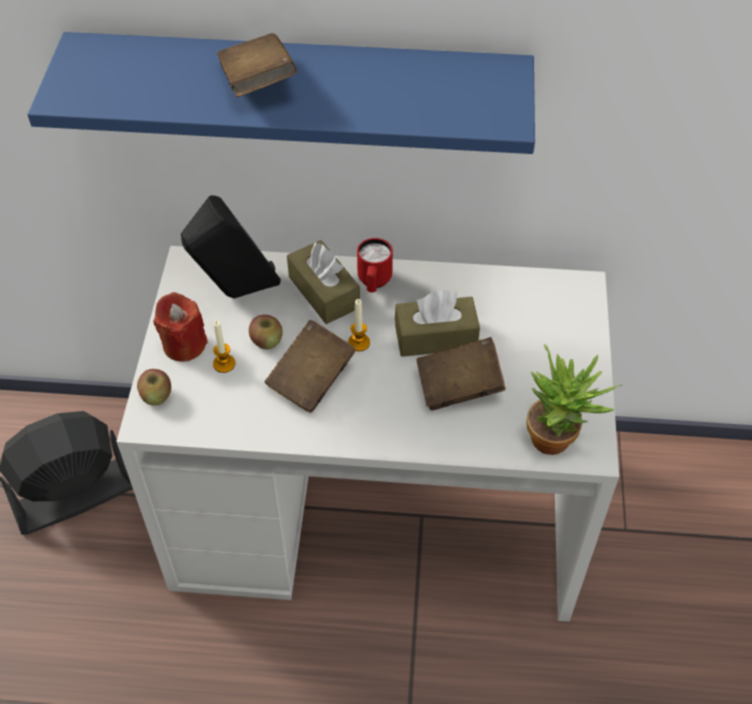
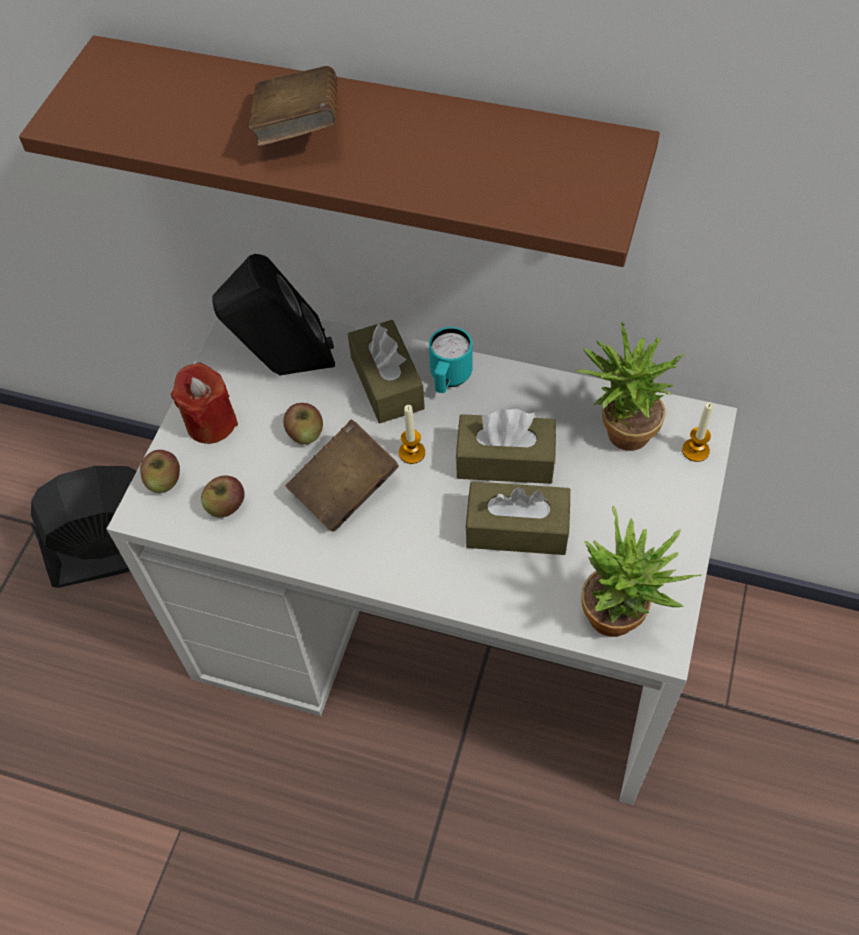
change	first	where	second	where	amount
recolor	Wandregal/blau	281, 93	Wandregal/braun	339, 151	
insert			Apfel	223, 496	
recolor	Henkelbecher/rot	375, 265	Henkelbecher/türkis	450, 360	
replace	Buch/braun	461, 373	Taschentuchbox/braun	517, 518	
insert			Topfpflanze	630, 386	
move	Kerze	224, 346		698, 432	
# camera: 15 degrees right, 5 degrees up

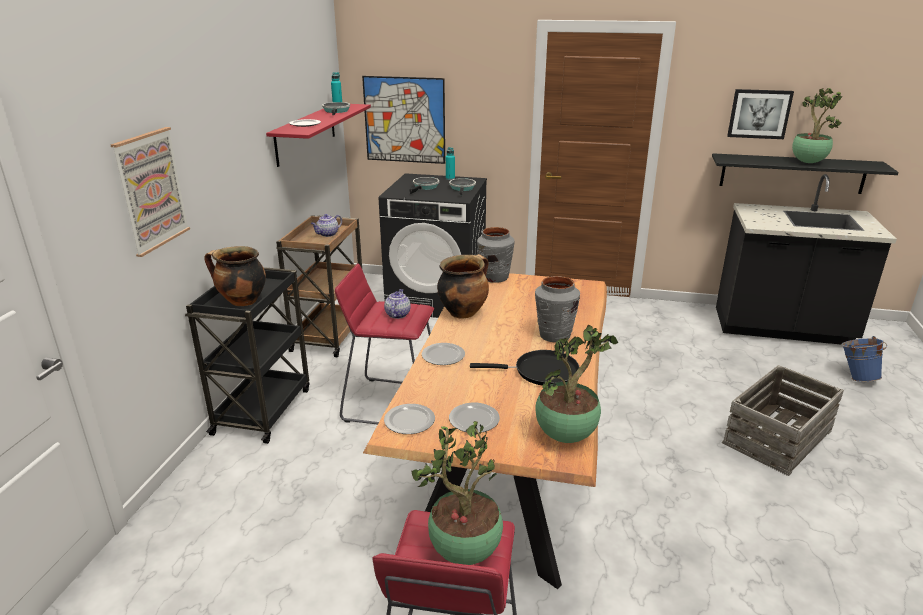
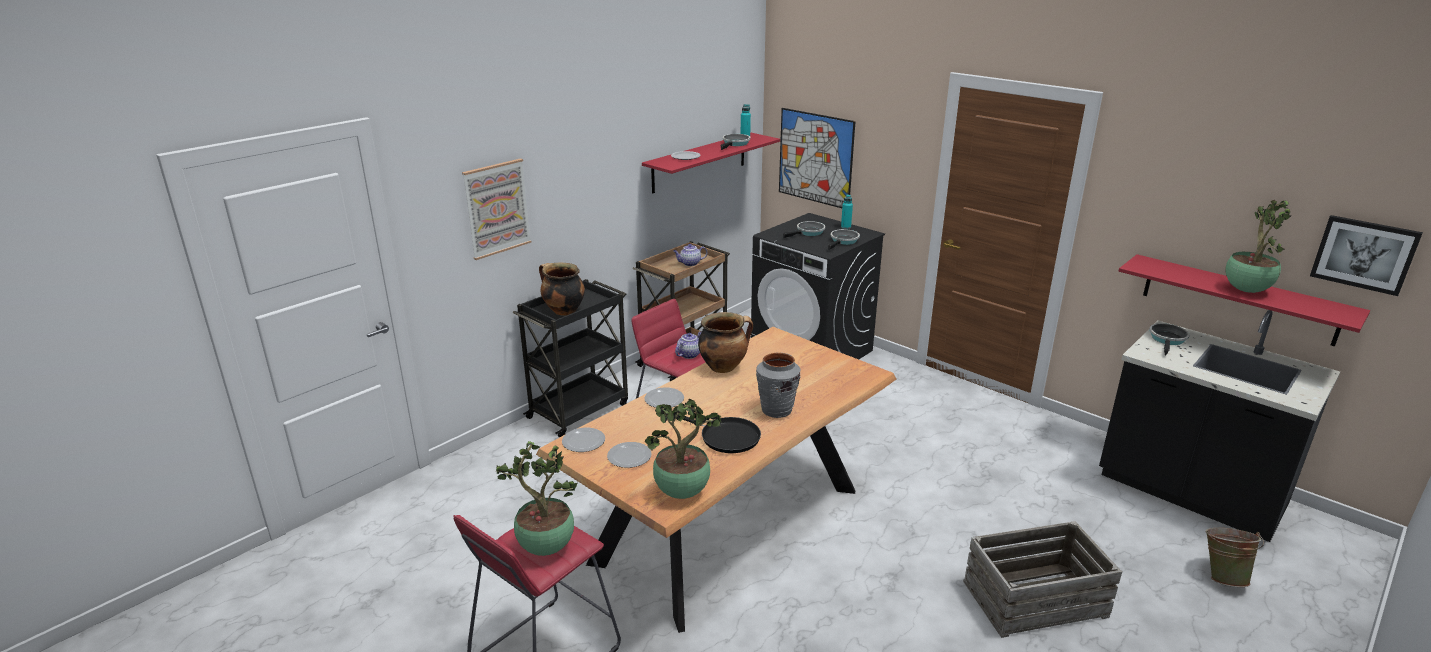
change	first	where	second	where	amount
recolor	Wandregal/schwarz	805, 173	Wandregal/rot	1244, 300	
insert			Pfanne	1169, 339	
recolor	Eimer/blau	864, 359	Eimer/grün	1234, 557	
move	Bild	760, 114		1366, 255	
delete	Vase/grau	496, 255			
# camera: 30 degrees right, 0 degrees up

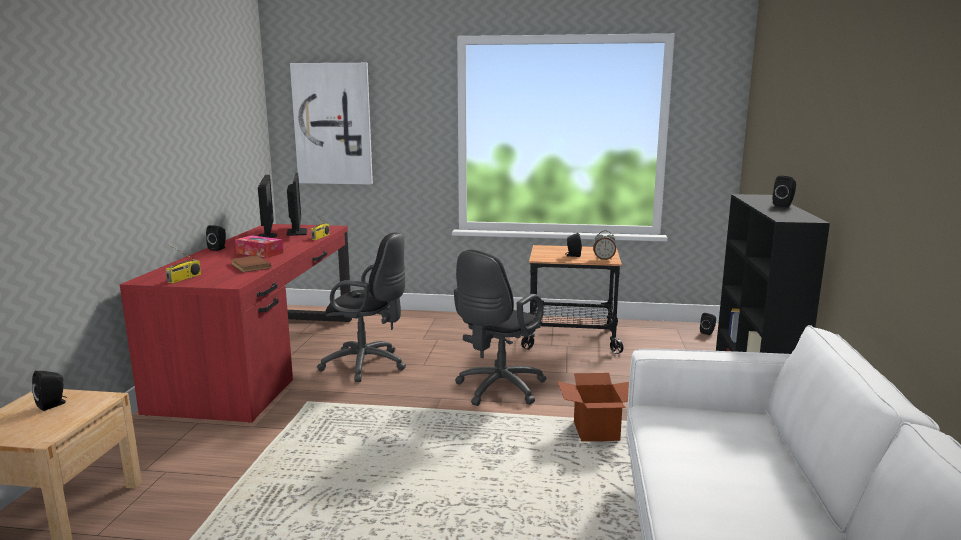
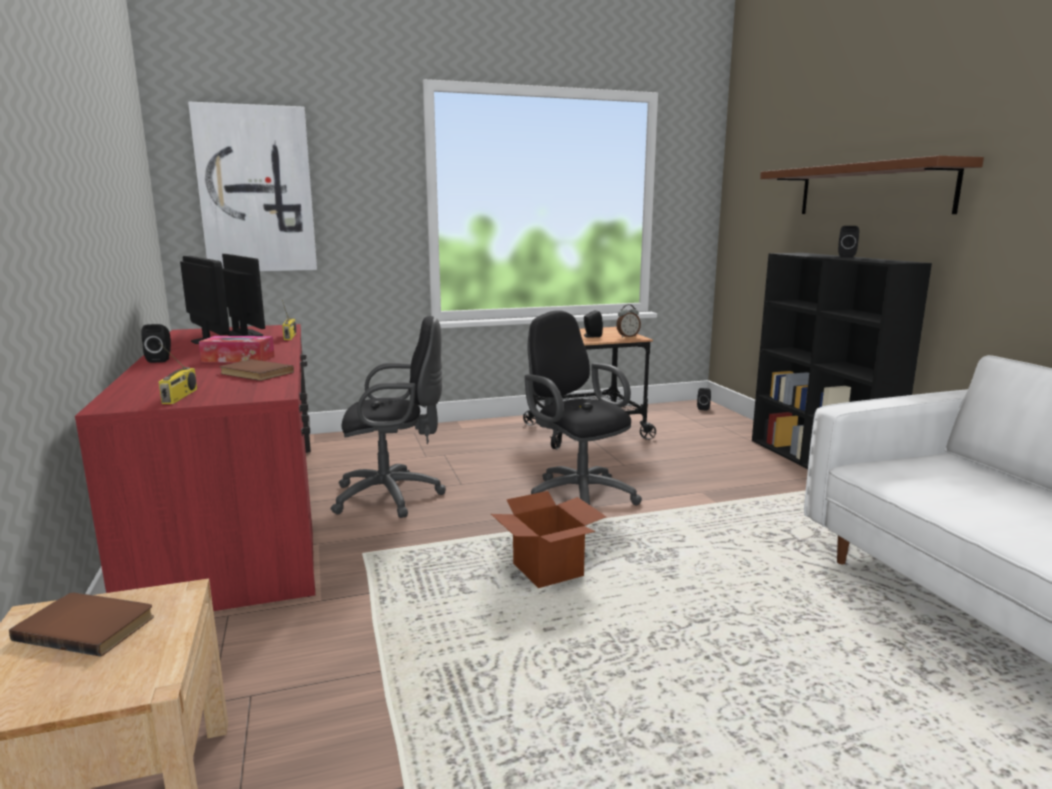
change	first	where	second	where	amount
replace	Lautsprecher/schwarz	49, 391	Buch/braun	81, 625	
move	Karton	593, 407		548, 539	
rotate	Bürostuhl/schwarz	500, 328		583, 407	135 degrees clockwise
insert			Wandregal/braun	872, 185	
# camera: 25 degrees left, 0 degrees up

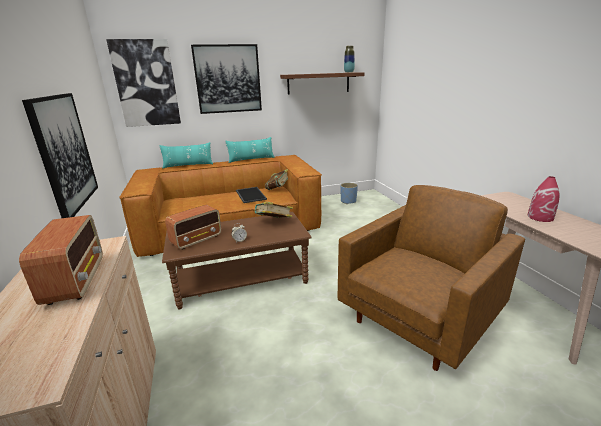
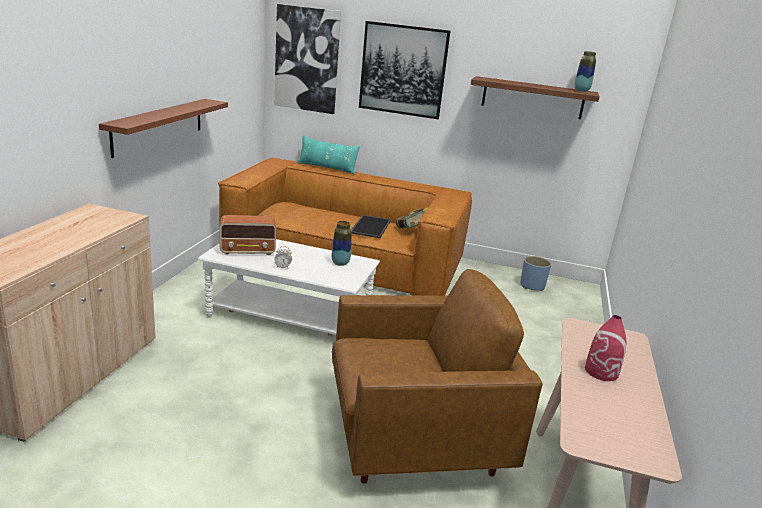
change	first	where	second	where	amount
replace	Bild	60, 155	Wandregal/braun	163, 128	
recolor	Couchtisch/braun	236, 260	Couchtisch/weiß	289, 287	
replace	Buch	273, 210	Vase	342, 243	
delete	Radio	61, 260			
delete	Kissen/türkis	250, 150			
# camera: 30 degrees right, 0 degrees up

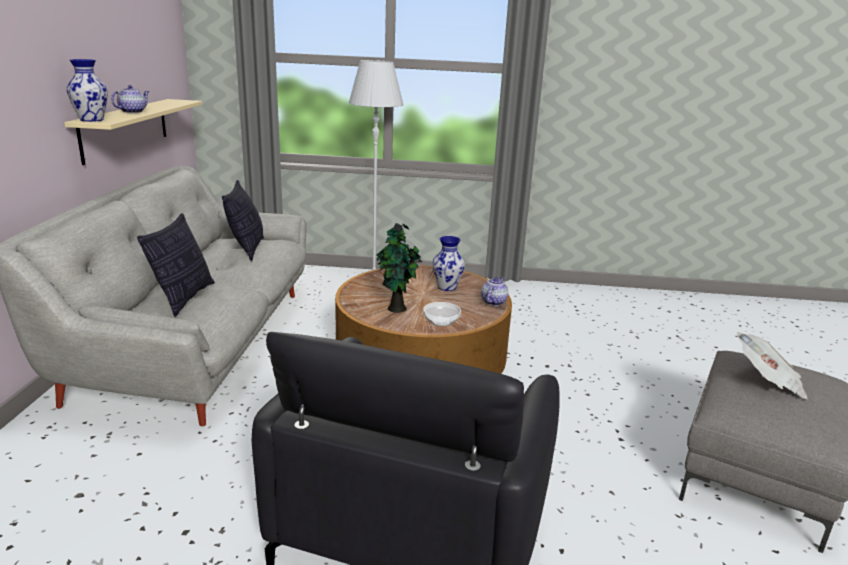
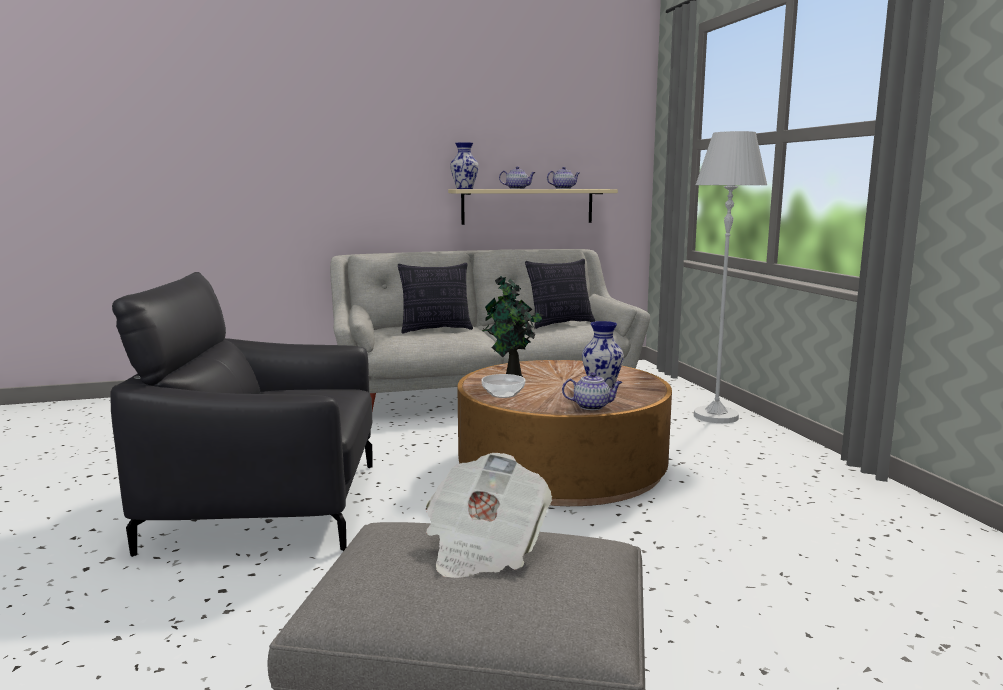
change	first	where	second	where	amount
insert			Teekanne	563, 178	
# camera: 70 degrees right, 10 degrees down

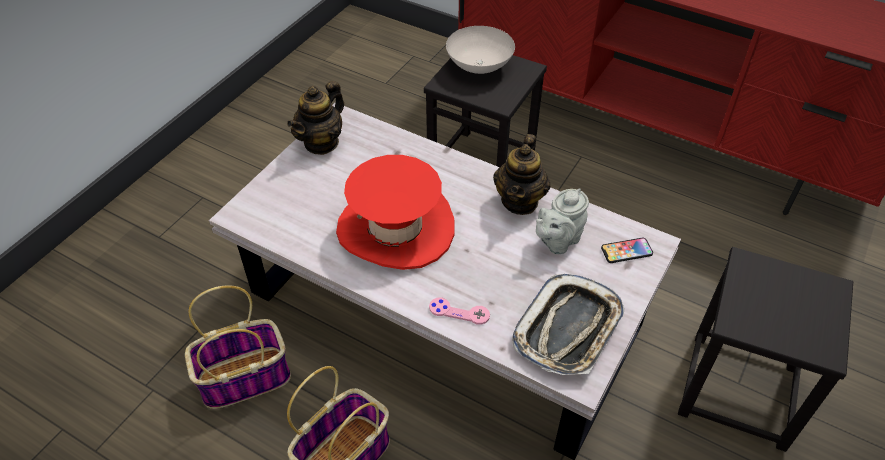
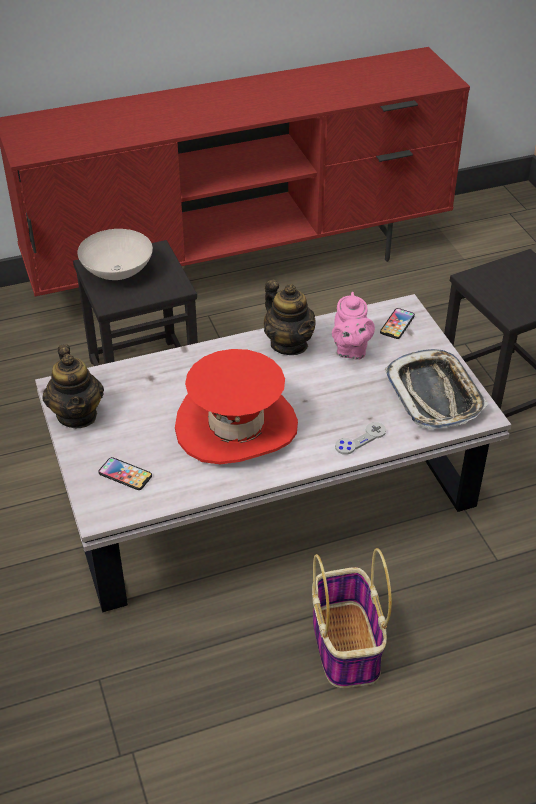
change	first	where	second	where	amount
insert			Handy	125, 473	
recolor	Teekanne/grau	562, 221	Teekanne/rosa	353, 326	
recolor	Gamepad/rosa	459, 311	Gamepad/grau	360, 438	
delete	Korb	238, 347			
# camera: 50 degrees left, 5 degrees down

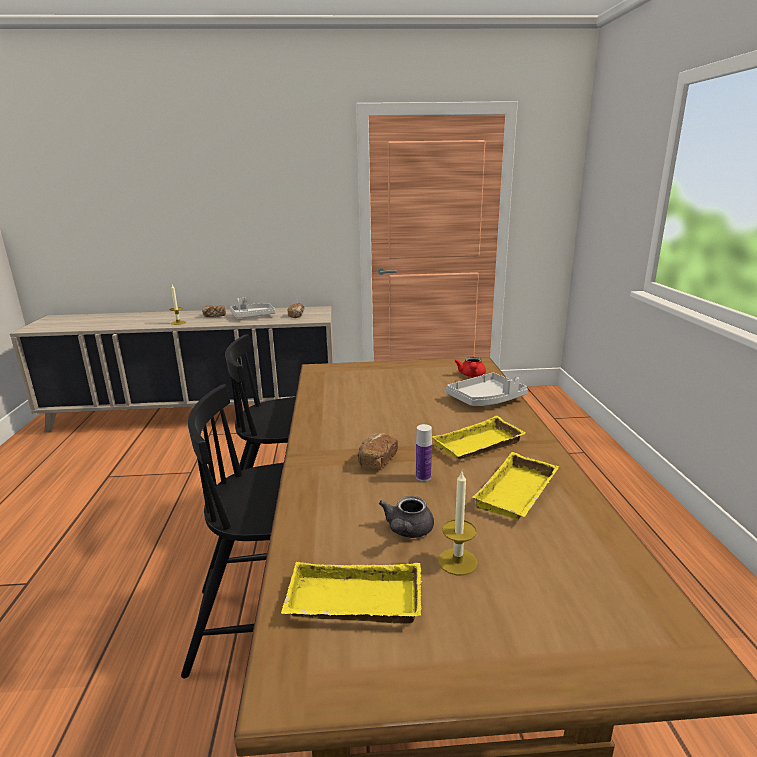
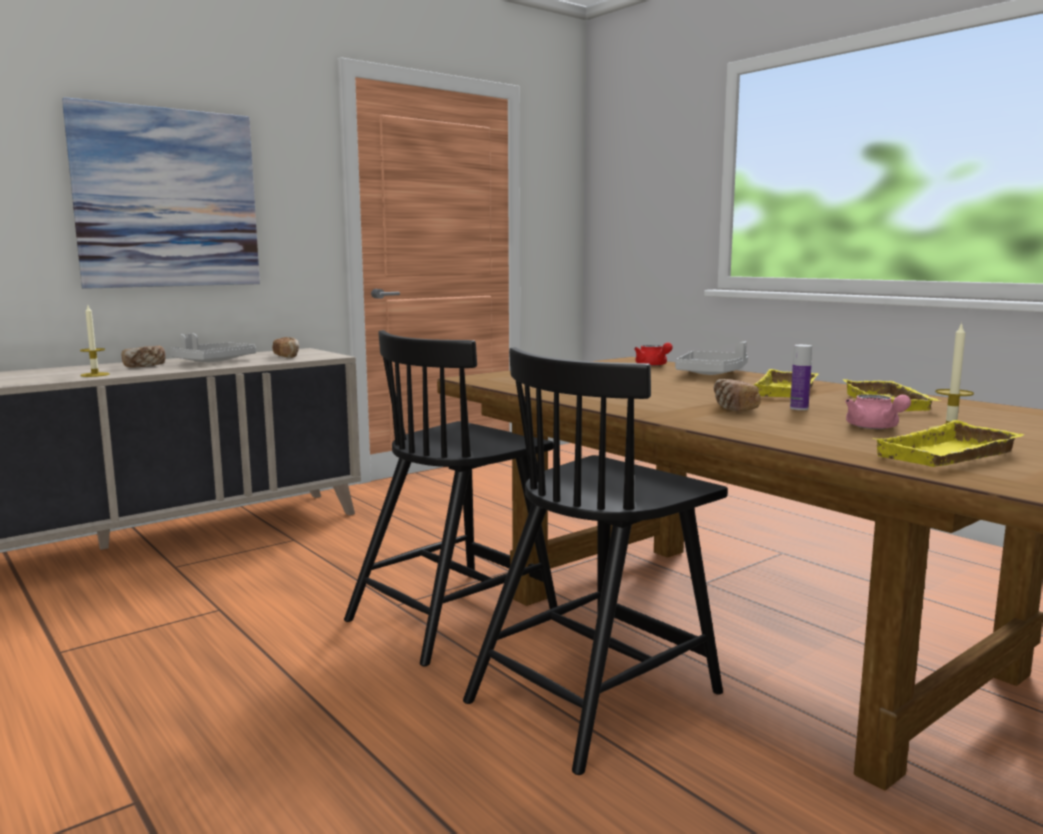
change	first	where	second	where	amount
insert			Bild	161, 193	
recolor	Teekanne/grau	406, 517	Teekanne/rosa	878, 411	
# camera: 35 degrees left, 10 degrees down

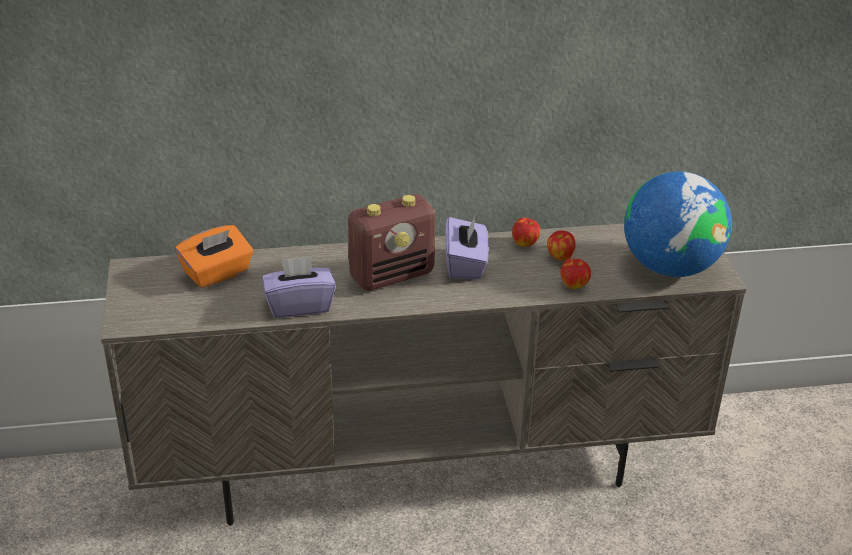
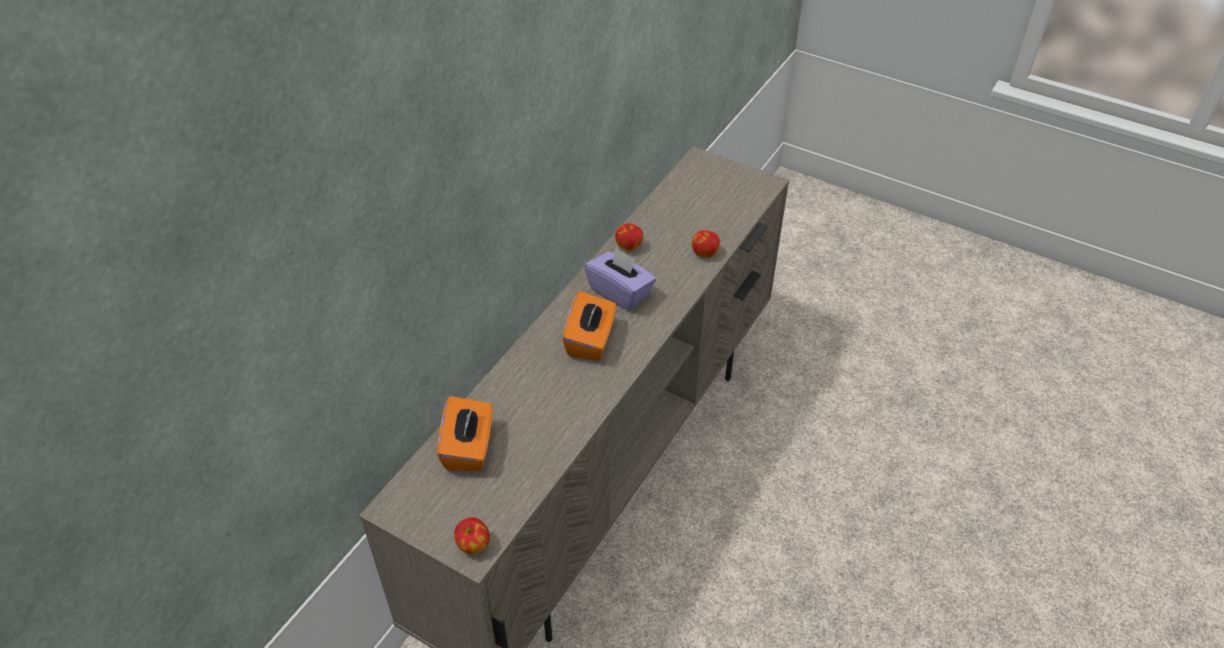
change	first	where	second	where	amount
move	Apfel	561, 245		472, 535	
replace	Radio	392, 242	Taschentuchbox/orange	589, 326	
delete	Taschentuchbox/lila	299, 287			
delete	Globus	678, 224			
# camera: 50 degrees left, 10 degrees up

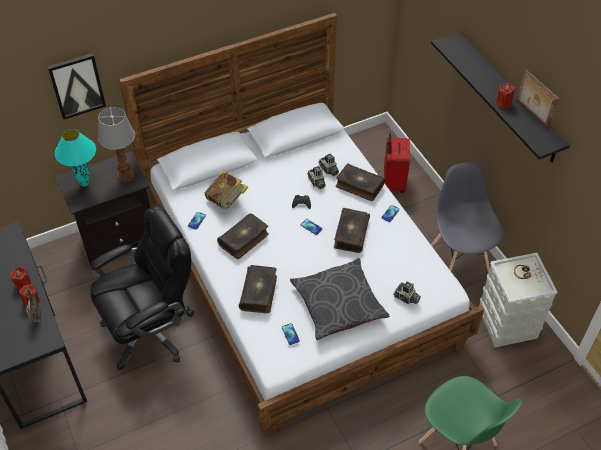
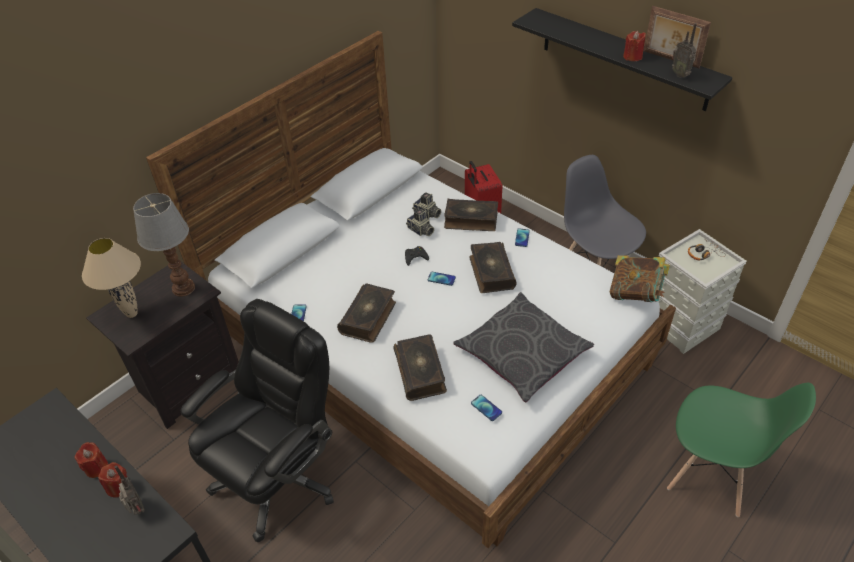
change	first	where	second	where	amount
recolor	Tischlampe/türkis	75, 158	Tischlampe/beige	111, 278	
move	Buch	226, 189		640, 278	
insert			Radio	684, 50	
delete	Bild	76, 86			
delete	Kamera	407, 292			
# camera: 20 degrees left, 5 degrees down

